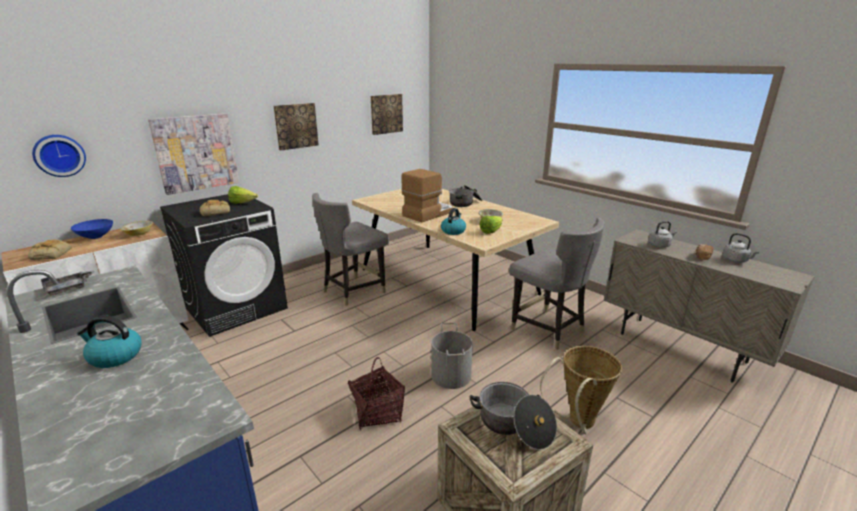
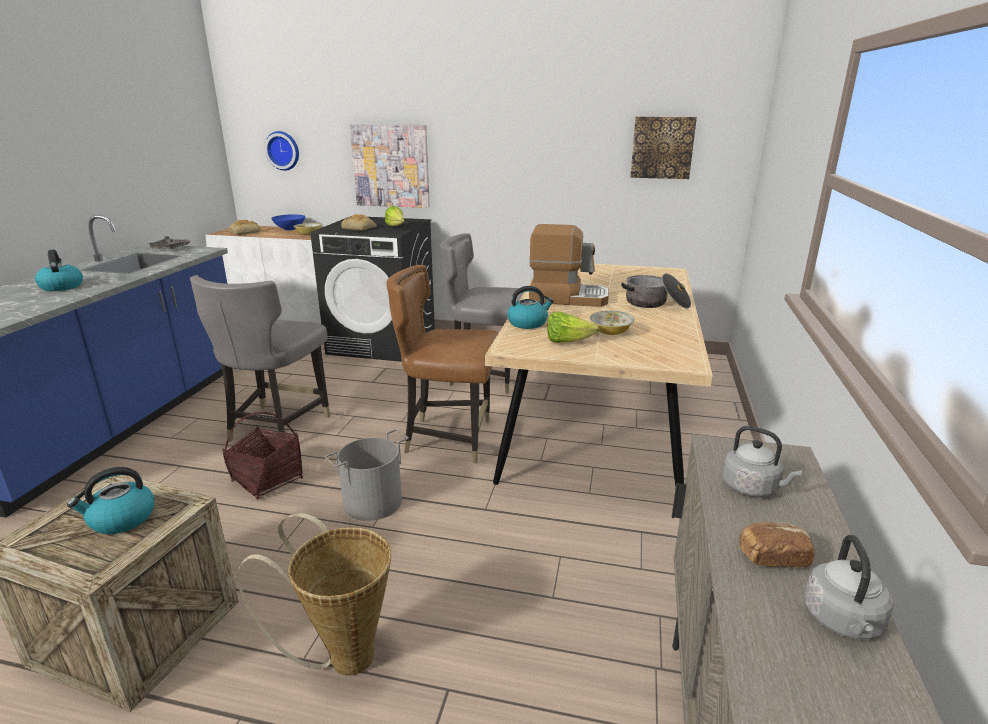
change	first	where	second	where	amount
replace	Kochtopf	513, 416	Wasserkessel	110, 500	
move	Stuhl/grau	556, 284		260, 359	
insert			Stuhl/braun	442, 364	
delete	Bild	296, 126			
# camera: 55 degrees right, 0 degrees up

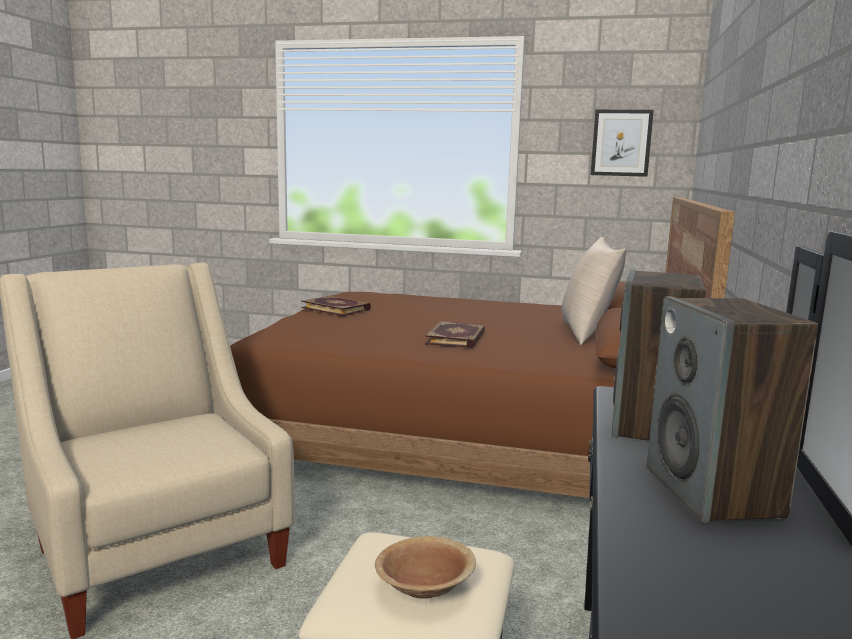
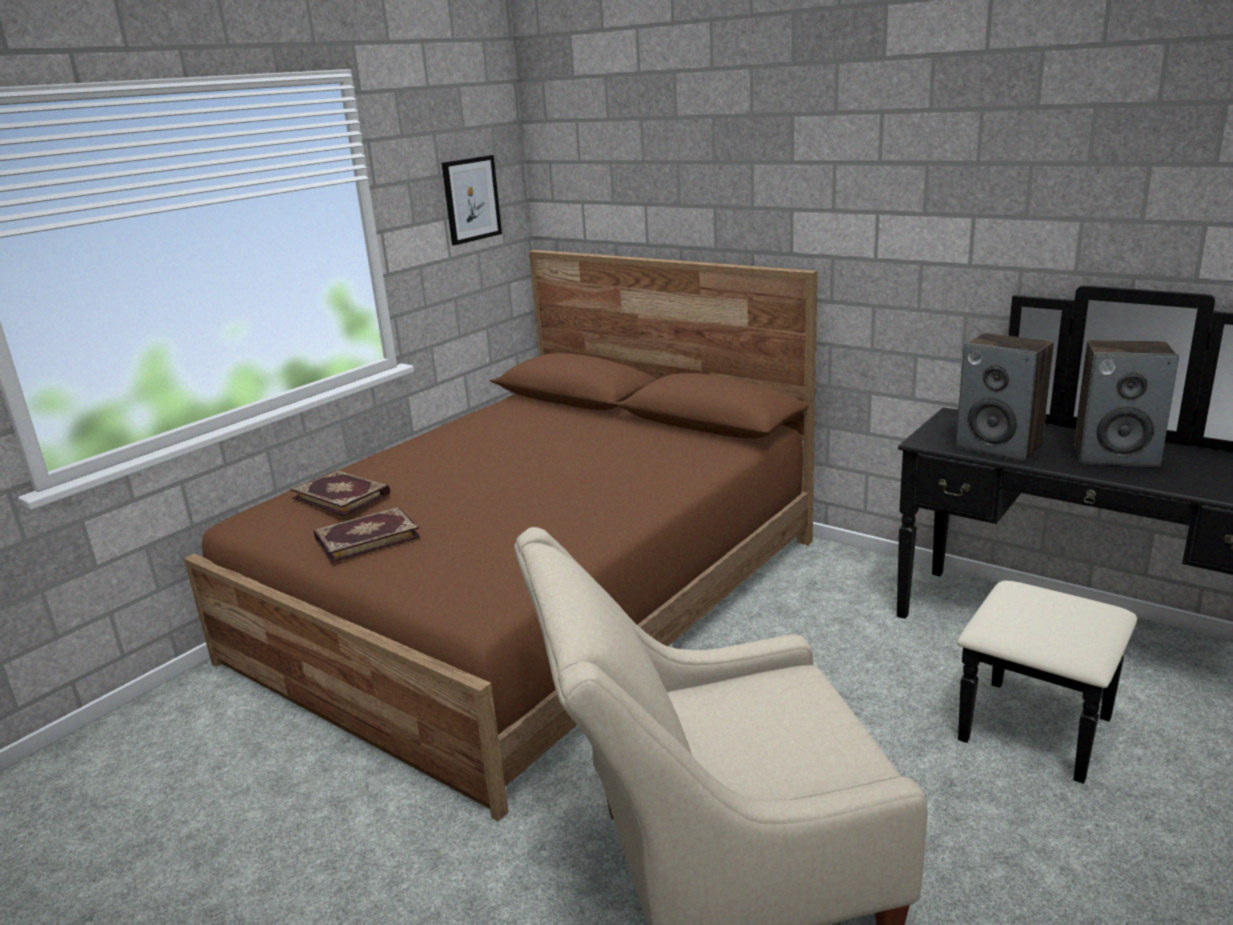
change	first	where	second	where	amount
move	Buch	455, 334		340, 493	
delete	Schüssel/braun	425, 567			
delete	Kissen/beige	594, 291			
# camera: 65 degrees left, 10 degrees up

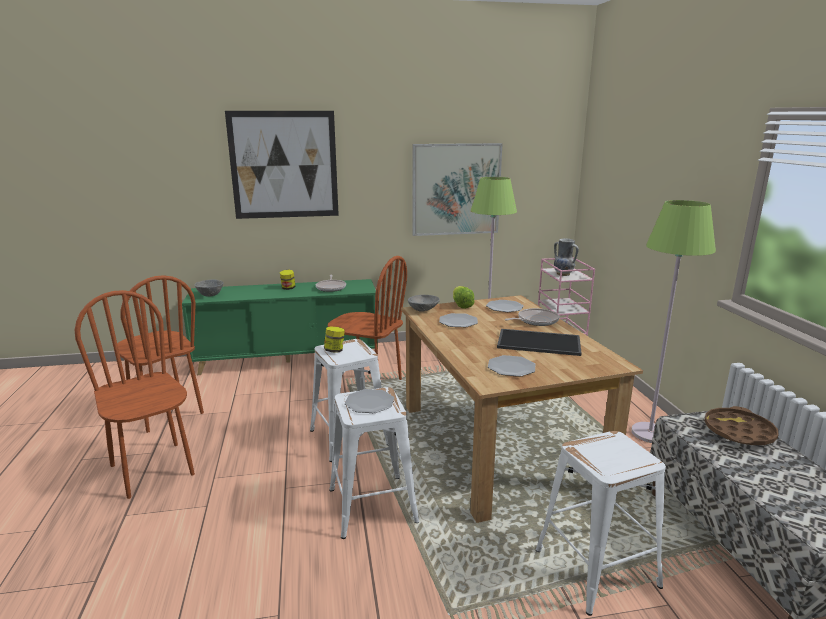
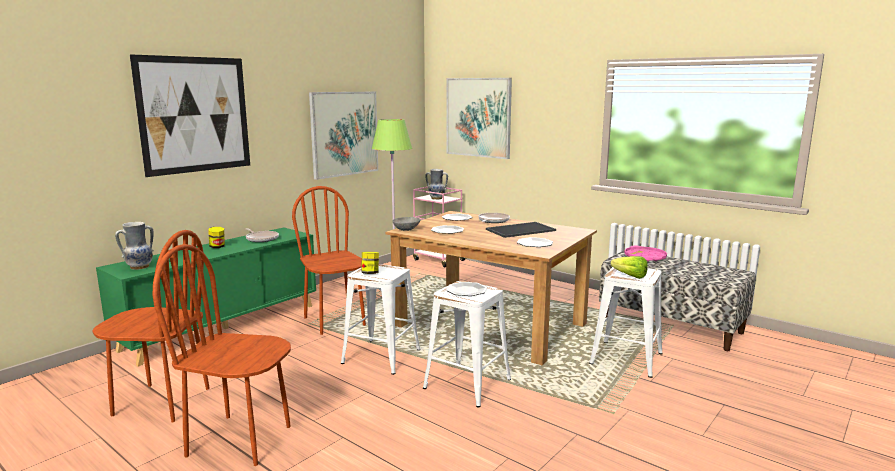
change	first	where	second	where	amount
replace	Schüssel/grau	209, 288	Vase	134, 246	
rotate	Stuhl/braun	367, 318		329, 260	105 degrees counterclockwise
insert			Bild	479, 118	
move	Salatkopf	464, 297		629, 267	
recolor	Tablett/braun	741, 425	Tablett/rosa	645, 254	
delete	Stehlampe/grün	673, 321			
# camera: 40 degrees left, 5 degrees down

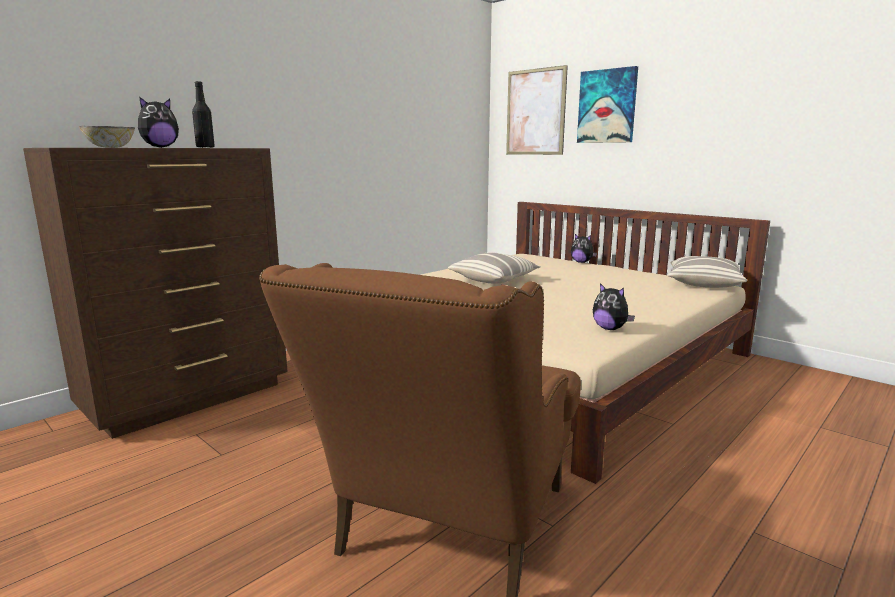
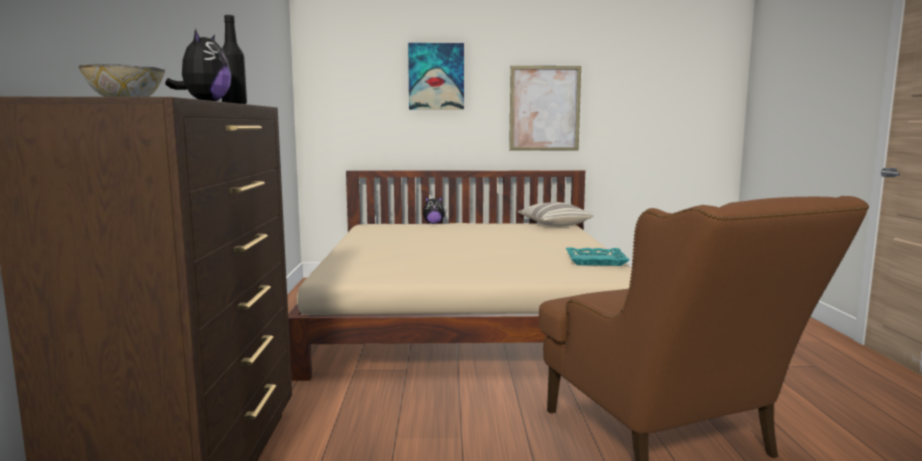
change	first	where	second	where	amount
move	Bild	537, 110		545, 108	
replace	Plüschtier	614, 306	Tablett/türkis	598, 256	
delete	Kissen	494, 268			
# camera: 45 degrees left, 5 degrees down

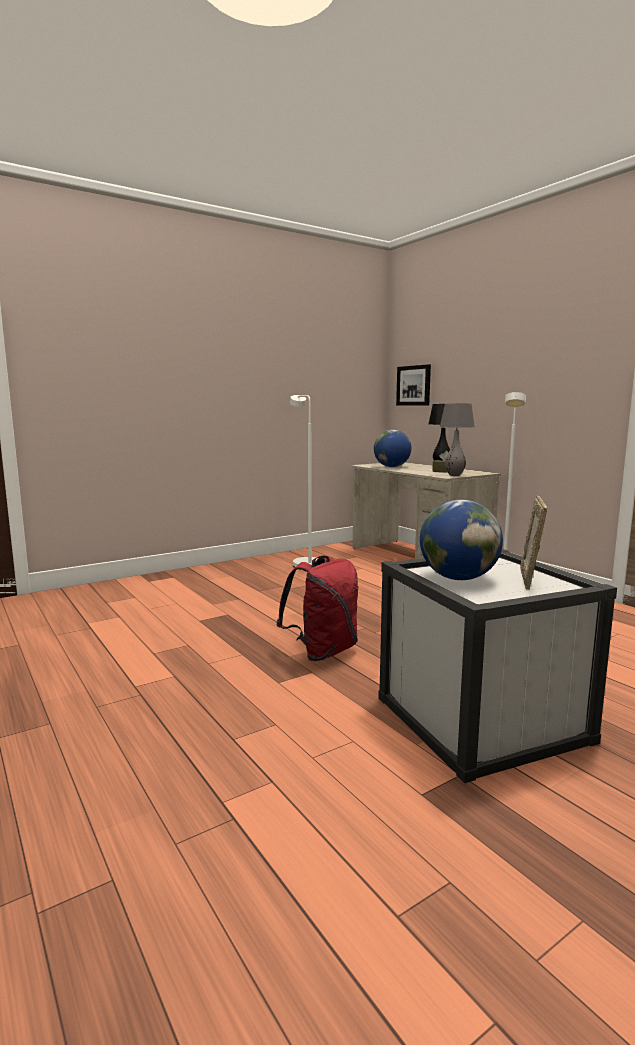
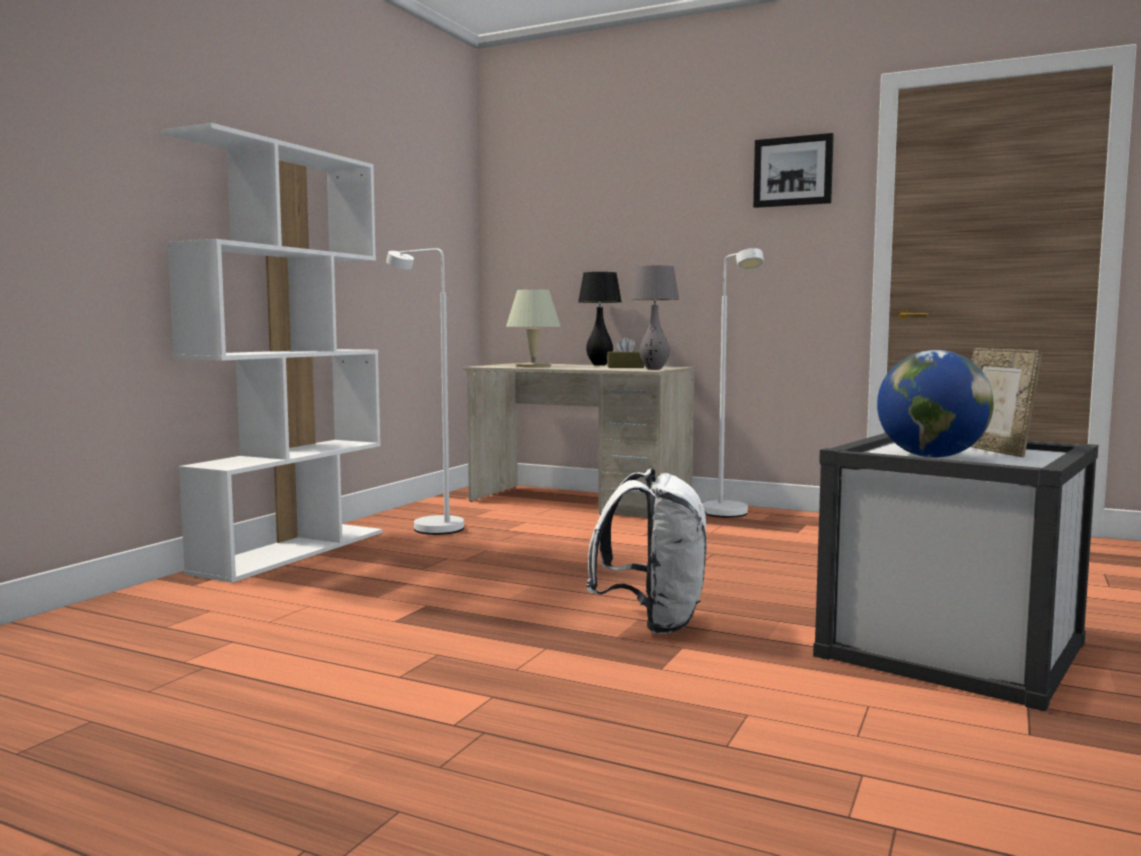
change	first	where	second	where	amount
insert			Bücherregal/weiß	272, 353	
replace	Globus	392, 448	Tischlampe/beige	533, 328	
recolor	Rucksack/rot	317, 608	Rucksack/weiß	647, 551	
move	Bild	413, 385		793, 170	
# camera: 30 degrees left, 5 degrees down

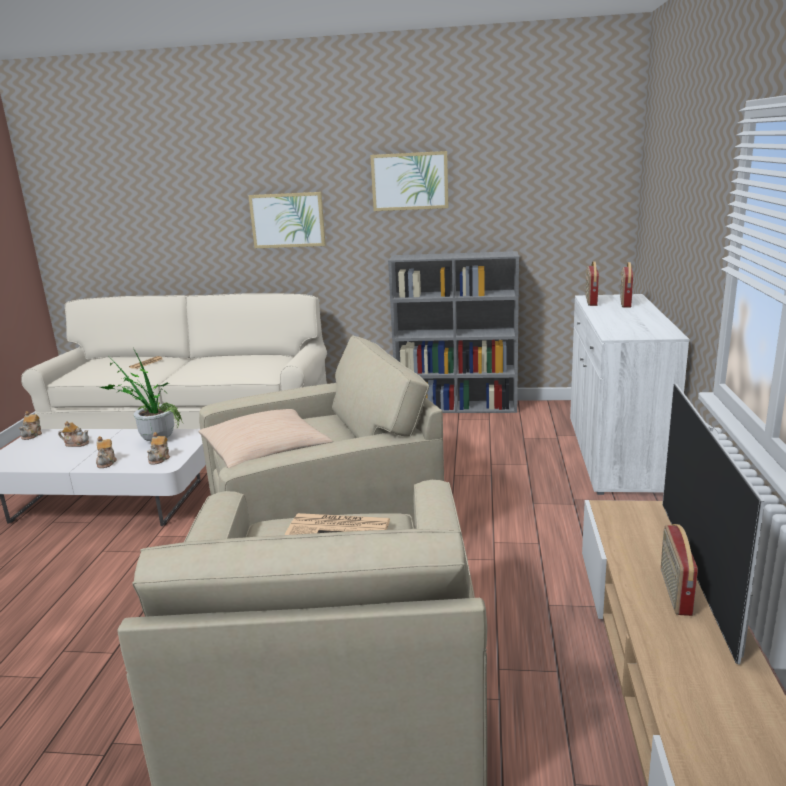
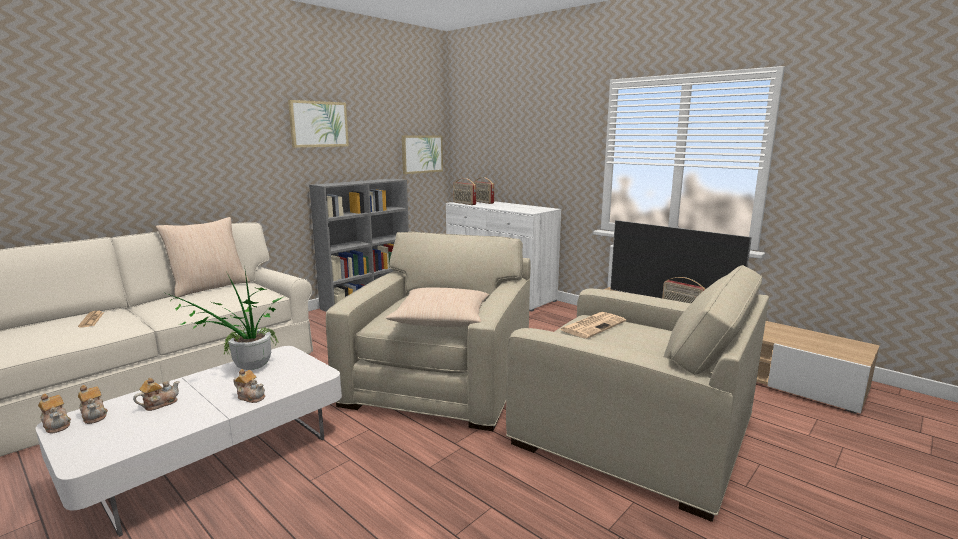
change	first	where	second	where	amount
move	Teekanne	158, 448		93, 404	
insert			Kissen/beige	203, 257	
move	Bild	287, 220		422, 154	
# camera: 55 degrees left, 5 degrees down

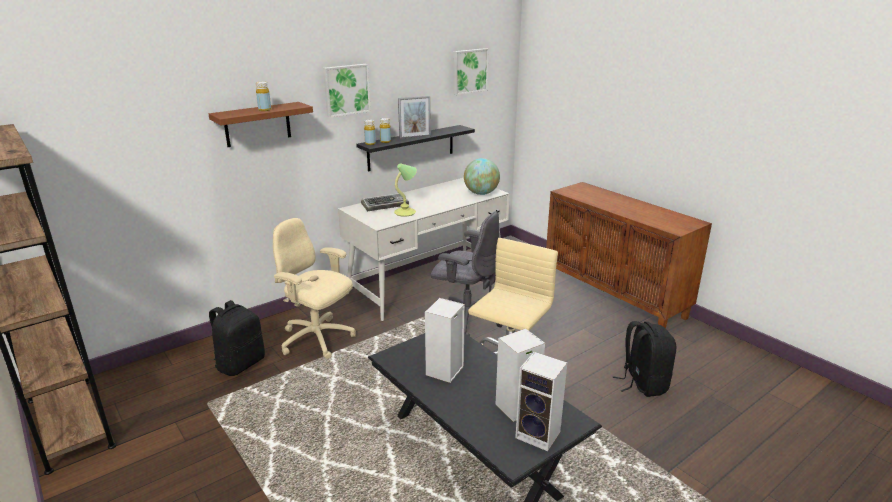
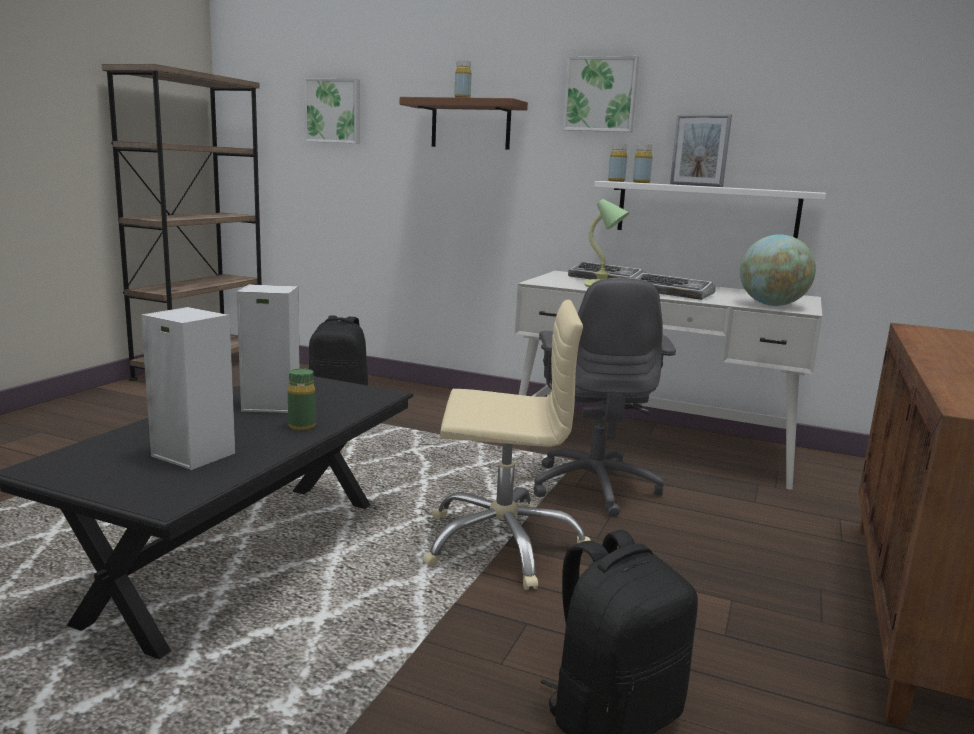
change	first	where	second	where	amount
insert			Flasche/grün	302, 399	
move	Bild	471, 71		332, 111	
recolor	Wandregal/schwarz	415, 148	Wandregal/weiß	710, 210	
insert			Tastatur	676, 286	
delete	Bürostuhl/beige	314, 288			
delete	Lautsprecher	541, 401			
# camera: 60 degrees right, 10 degrees down

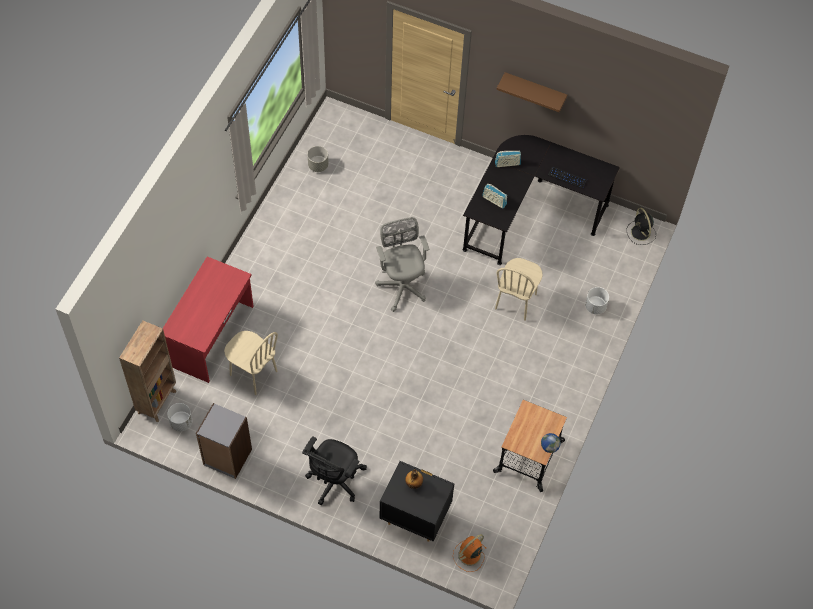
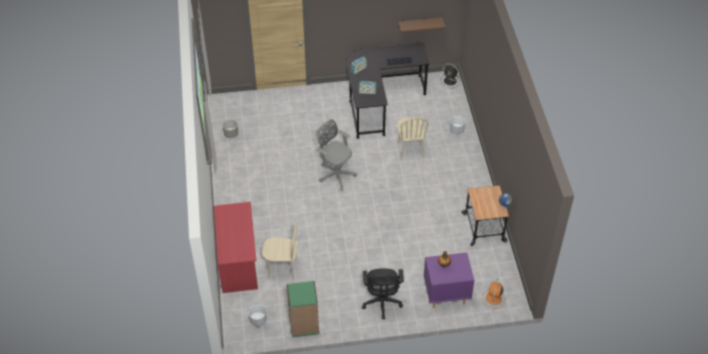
change	first	where	second	where	amount
recolor	Bücherregal/grau	224, 441	Bücherregal/grün	303, 309	
move	Wandregal/braun	531, 92		421, 25	
recolor	Nachttisch/schwarz	417, 501	Nachttisch/lila	449, 280	
delete	Bücherregal/braun	147, 371			
# camera: 30 degrees left, 10 degrees down

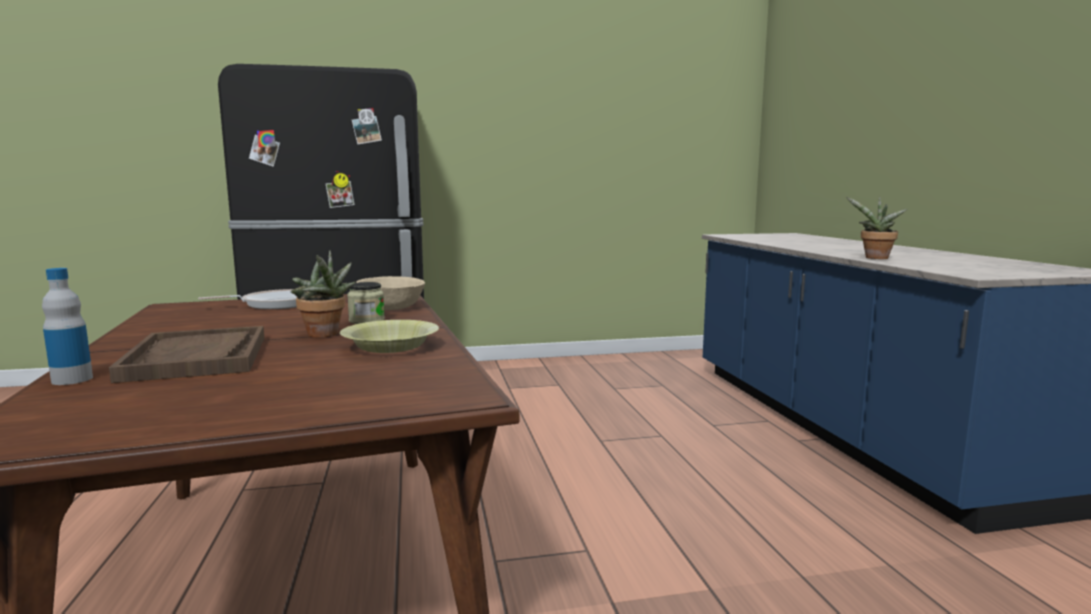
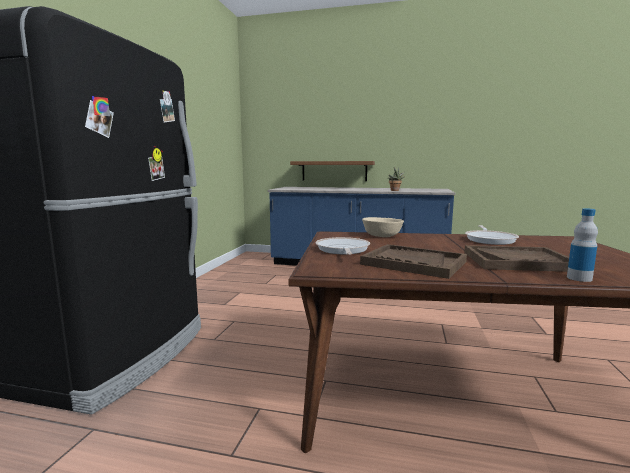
change	first	where	second	where	amount
insert			Wandregal/braun	332, 171	
insert			Tablett/braun	413, 261	
replace	Schüssel/gelb	389, 336	Pfanne	492, 235	
delete	Topfpflanze	323, 294			
delete	Vorratsglas	366, 303			
# camera: 65 degrees left, 0 degrees up

